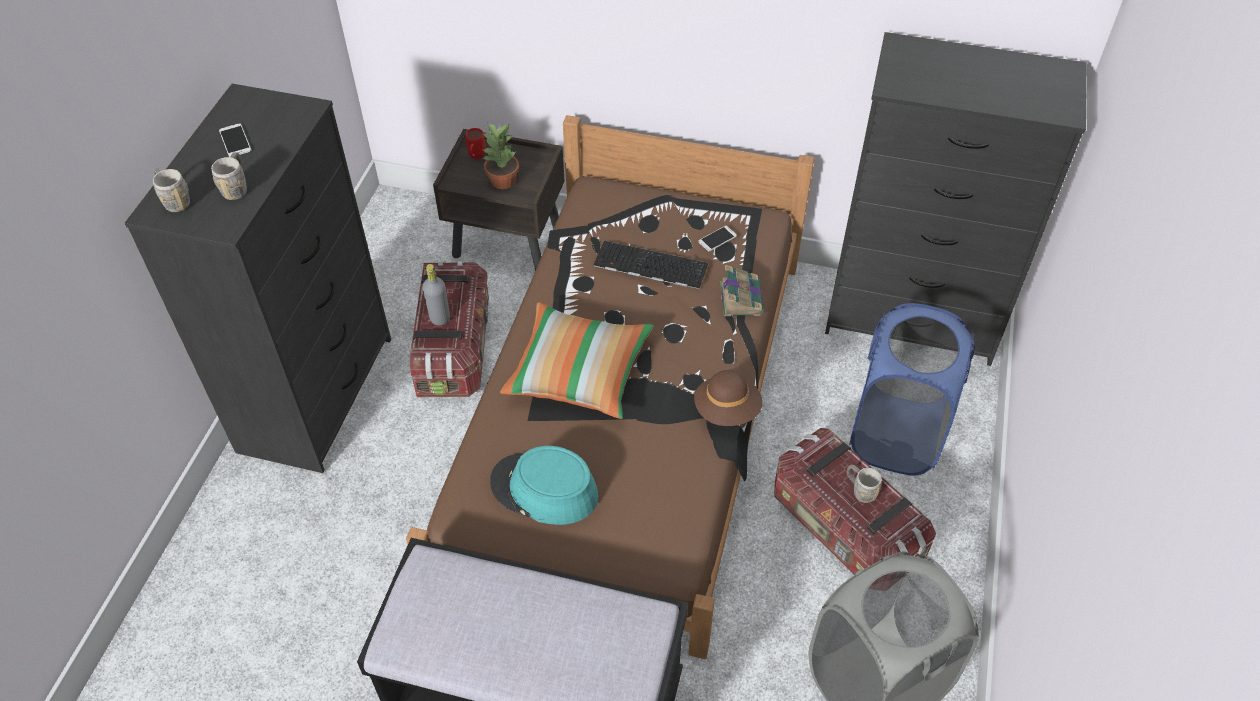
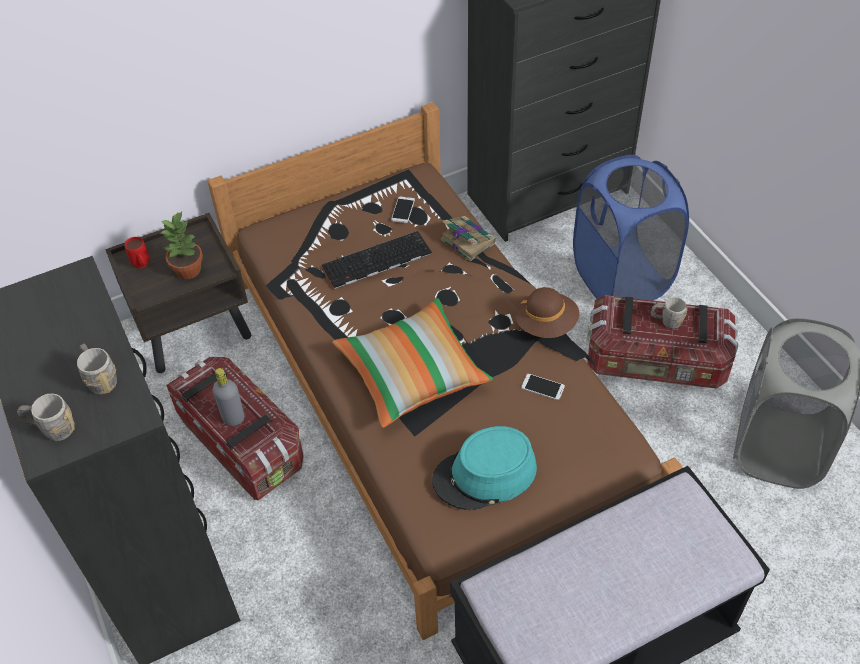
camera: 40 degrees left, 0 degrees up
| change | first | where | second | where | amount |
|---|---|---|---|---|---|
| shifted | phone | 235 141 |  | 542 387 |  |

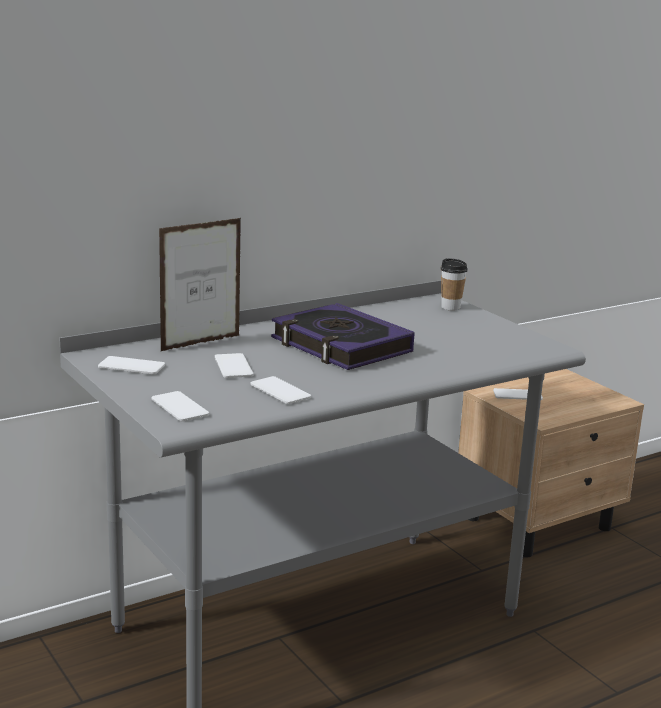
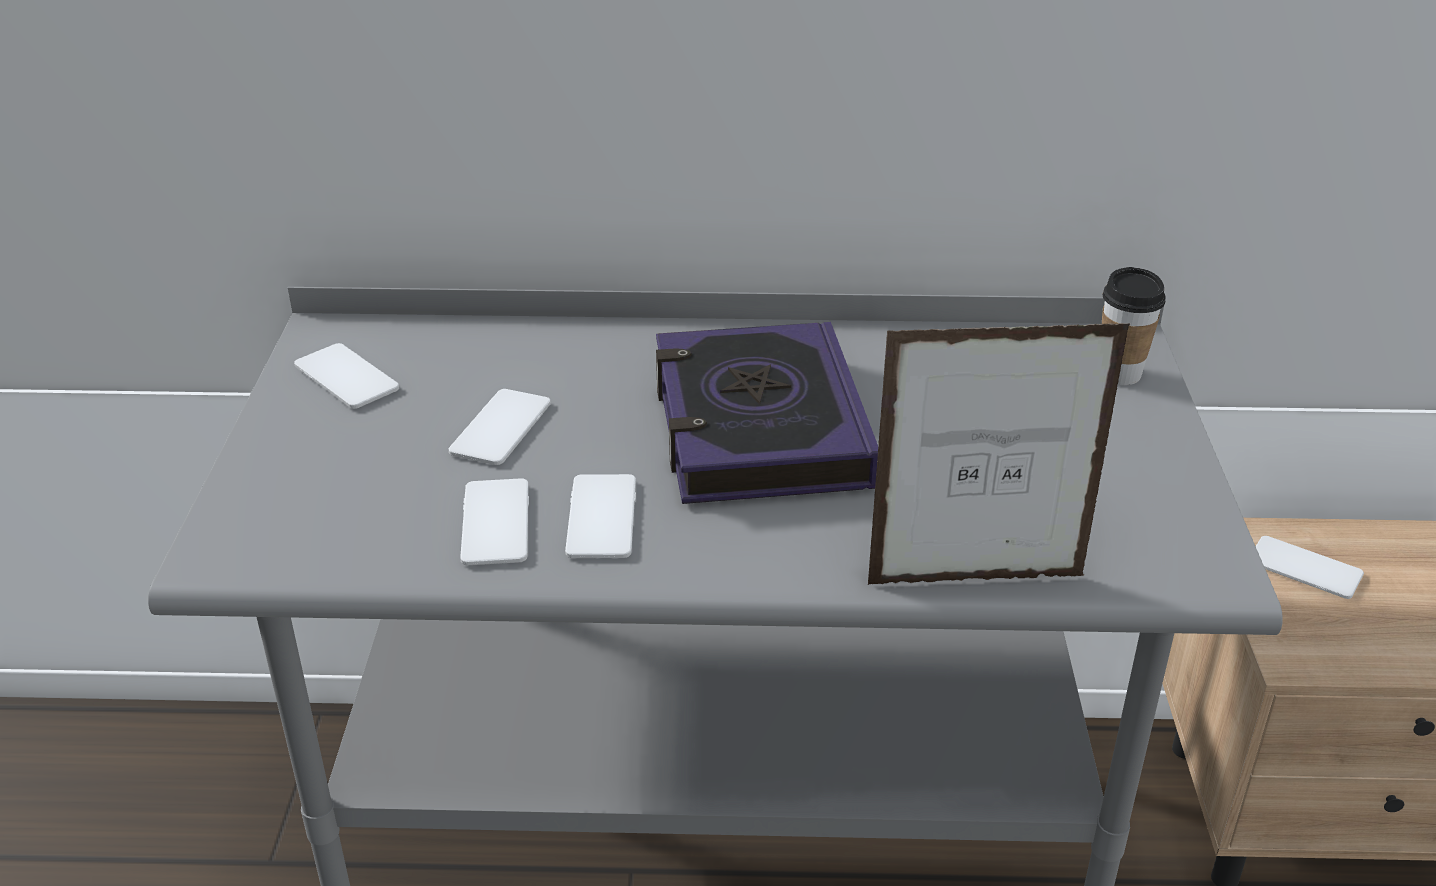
camera: 35 degrees right, 15 degrees up
| change | first | where | second | where | amount |
|---|---|---|---|---|---|
| shifted | phone | 179 407 |  | 601 518 |  |
| shifted | picture frame | 201 343 |  | 976 580 |  |

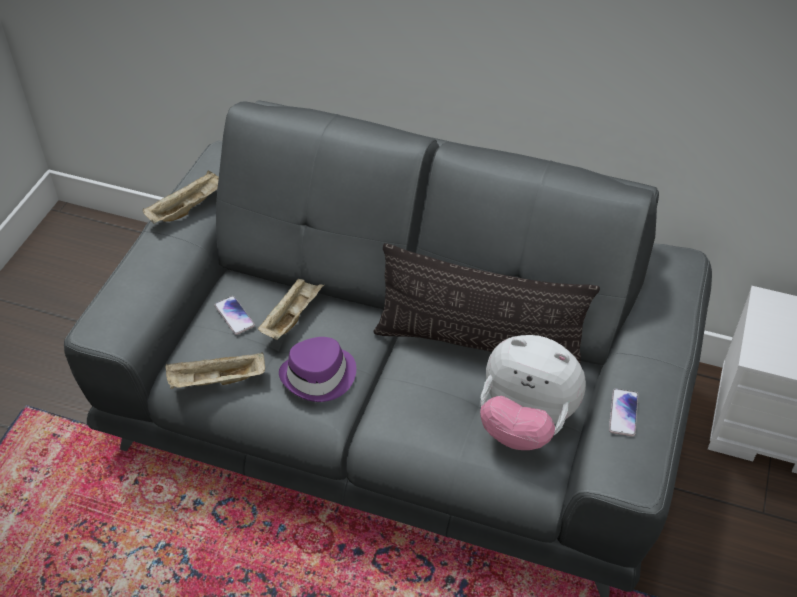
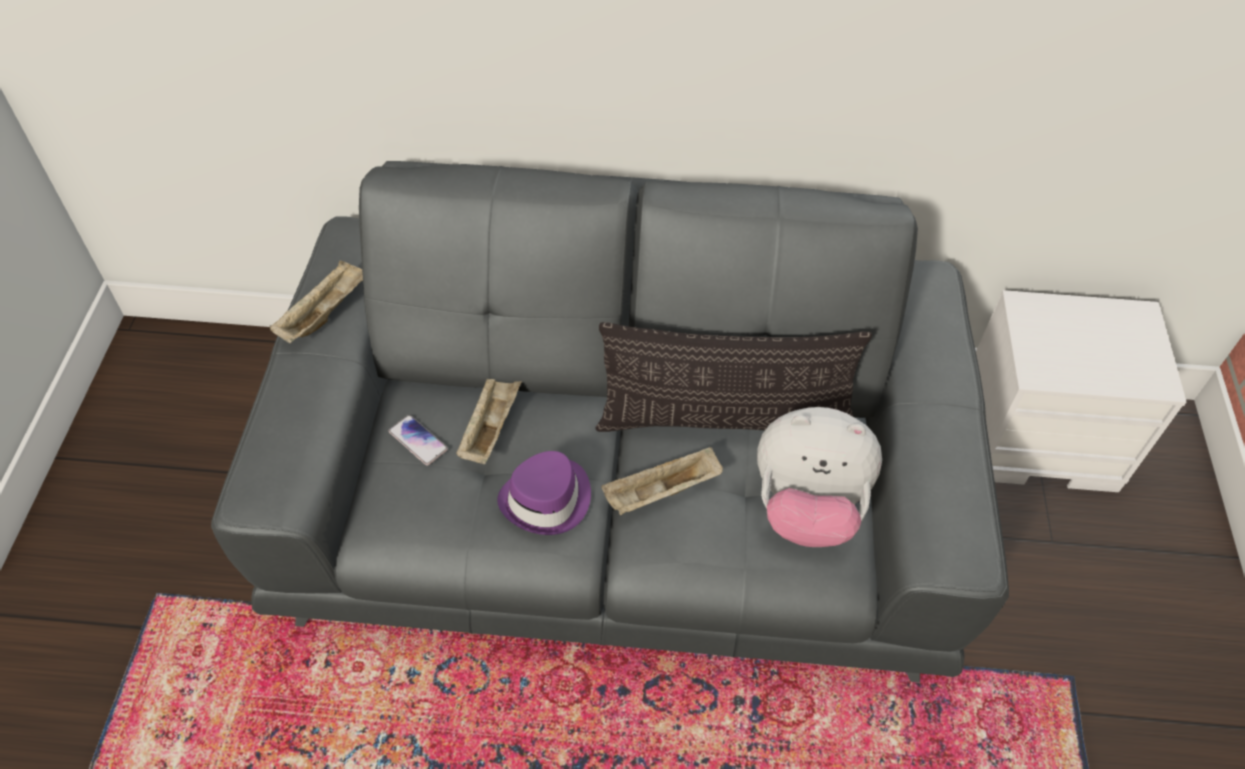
camera: 15 degrees left, 5 degrees up
| change | first | where | second | where | amount |
|---|---|---|---|---|---|
| shifted | beige tray | 216 381 |  | 661 493 |  |
| gone | phone | 623 413 |  |  |  |

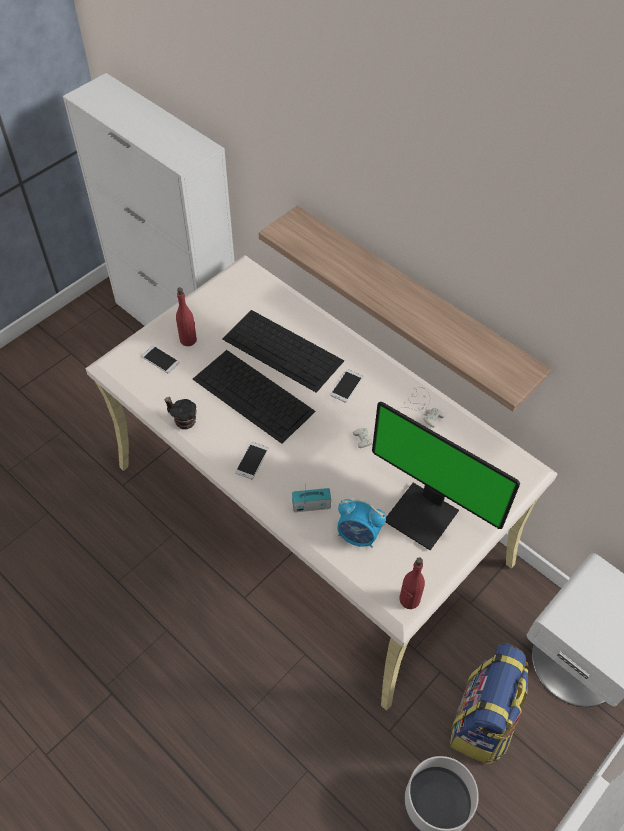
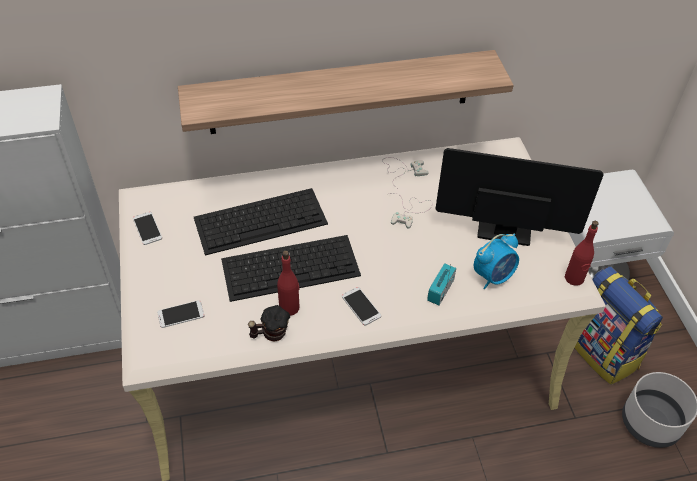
camera: 55 degrees left, 5 degrees down
| change | first | where | second | where | amount |
|---|---|---|---|---|---|
| shifted | red bottle | 188 340 |  | 289 307 |  |
| shifted | phone | 346 386 |  | 147 228 |  |
| rotated | monitor | 424 514 |  | 503 226 | 150 degrees counterclockwise |

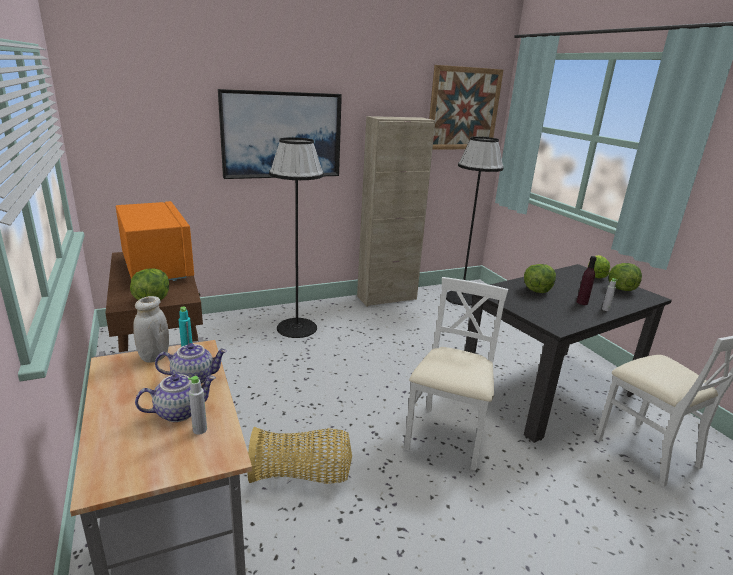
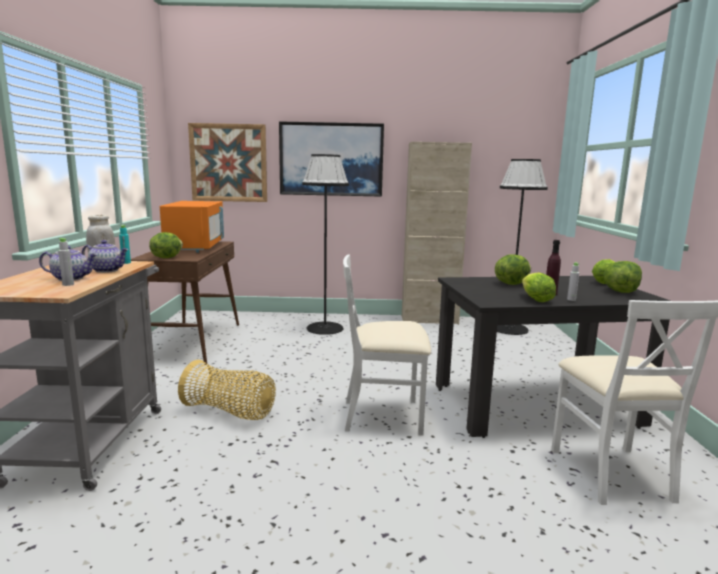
camera: 25 degrees right, 10 degrees down
| change | first | where | second | where | amount |
|---|---|---|---|---|---|
| rotated | white chair | 447 437 |  | 383 416 | 135 degrees counterclockwise |
| shifted | picture | 463 109 |  | 228 163 |  |
| new |  |  | lettuce | 535 299 |  |

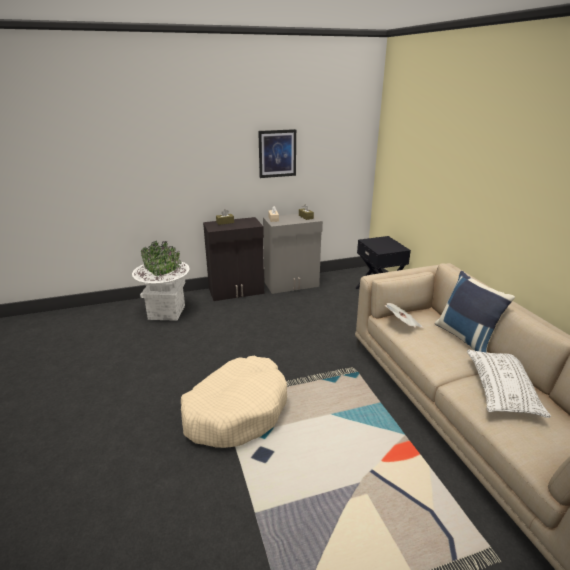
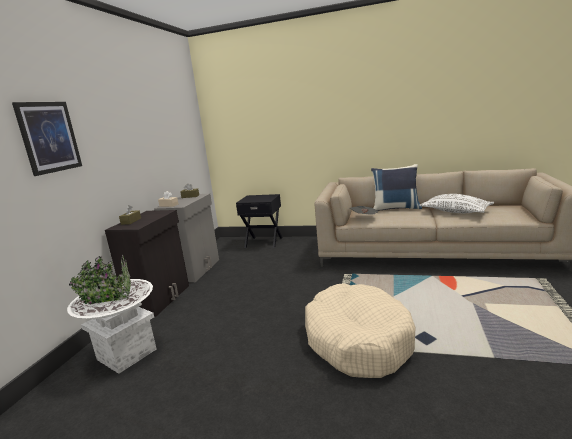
camera: 55 degrees left, 10 degrees down
| change | first | where | second | where | amount |
|---|---|---|---|---|---|
| shifted | picture | 277 153 |  | 49 137 |  |

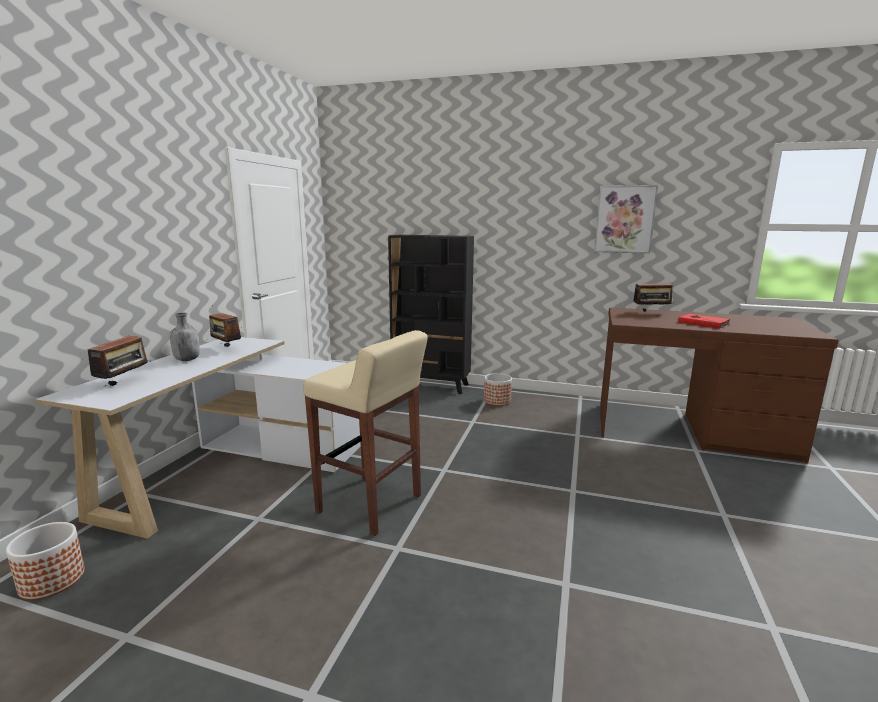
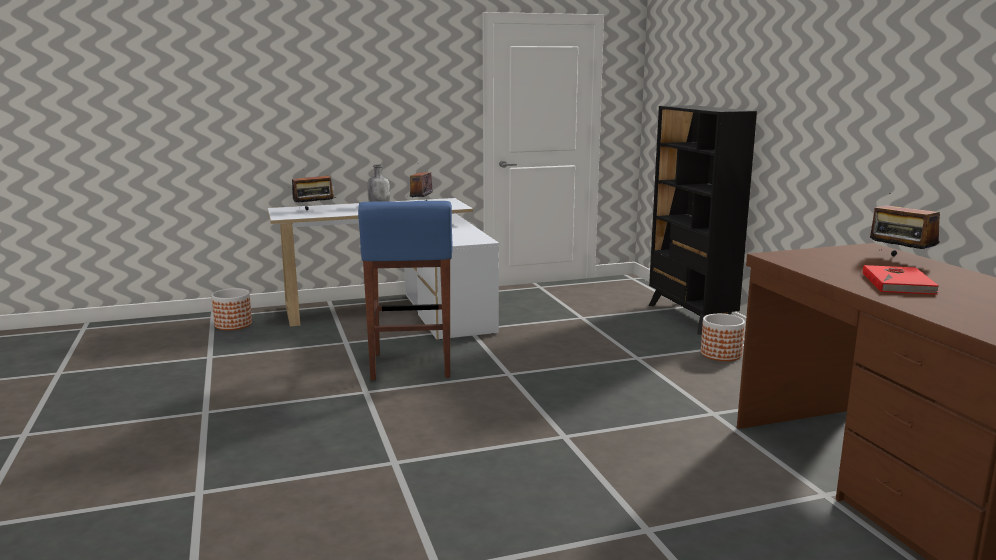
camera: 55 degrees right, 0 degrees up
| change | first | where | second | where | amount |
|---|---|---|---|---|---|
| repainted | beige stool | 371 505 | blue stool | 410 366 |  |
| gone | picture | 624 219 |  |  |  |

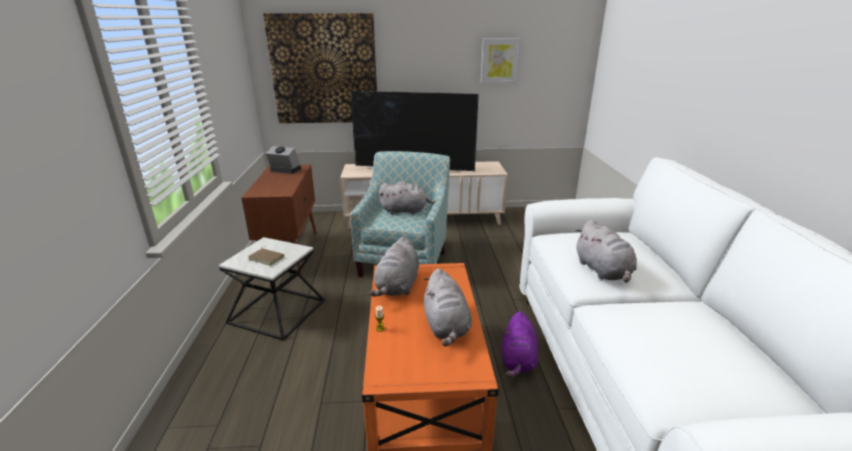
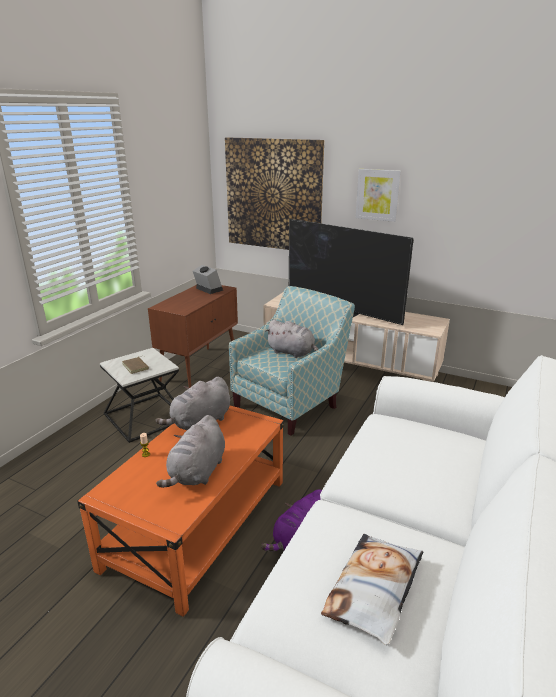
camera: 30 degrees right, 0 degrees up
| change | first | where | second | where | amount |
|---|---|---|---|---|---|
| shifted | picture | 500 60 |  | 378 195 |  |
| gone | grey plush toy | 603 271 |  |  |  |
| new |  |  | pillow | 375 590 |  |

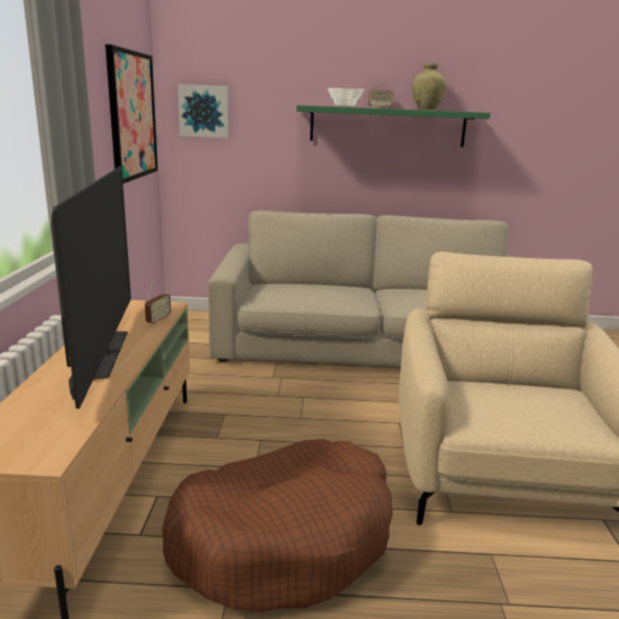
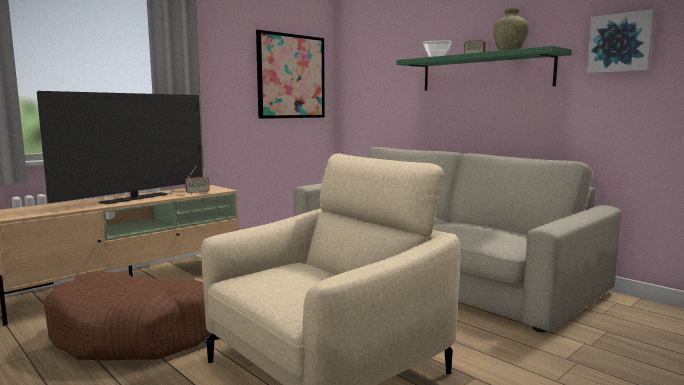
camera: 45 degrees right, 10 degrees down
| change | first | where | second | where | amount |
|---|---|---|---|---|---|
| shifted | picture | 204 111 |  | 620 43 |  |

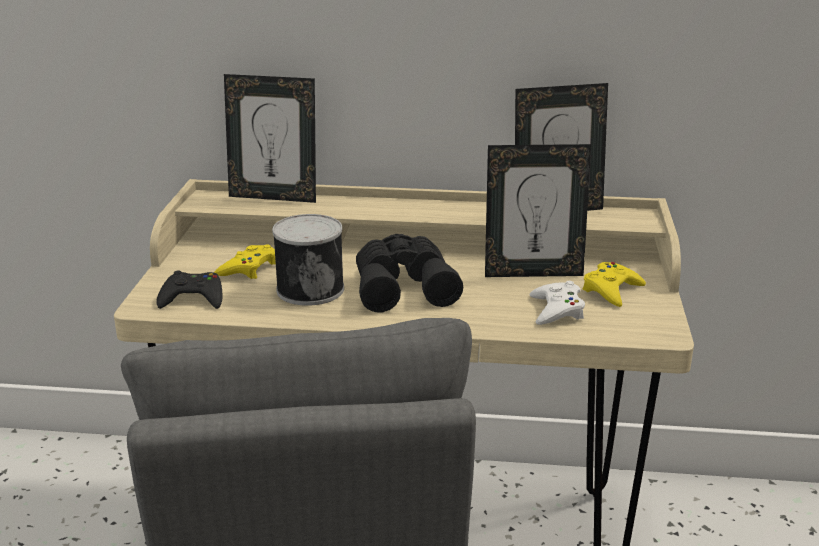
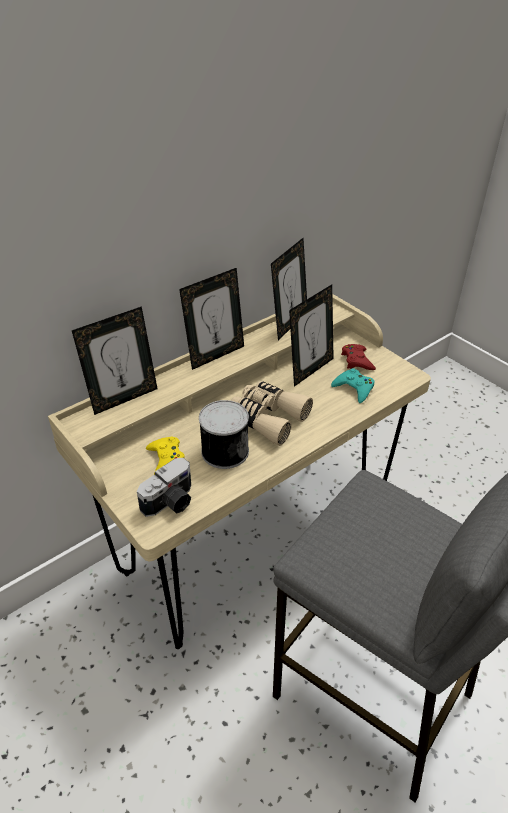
camera: 45 degrees left, 15 degrees up
| change | first | where | second | where | amount |
|---|---|---|---|---|---|
| swapped | black game controller | 193 298 | photo camera | 171 502 |  |
| repainted | black binoculars | 403 287 | beige binoculars | 267 418 |  |
| repainted | white game controller | 556 310 | turquoise game controller | 354 388 |  |
| repainted | yellow game controller | 611 290 | red game controller | 357 361 |  |
| new |  |  | picture frame | 215 355 |  |

